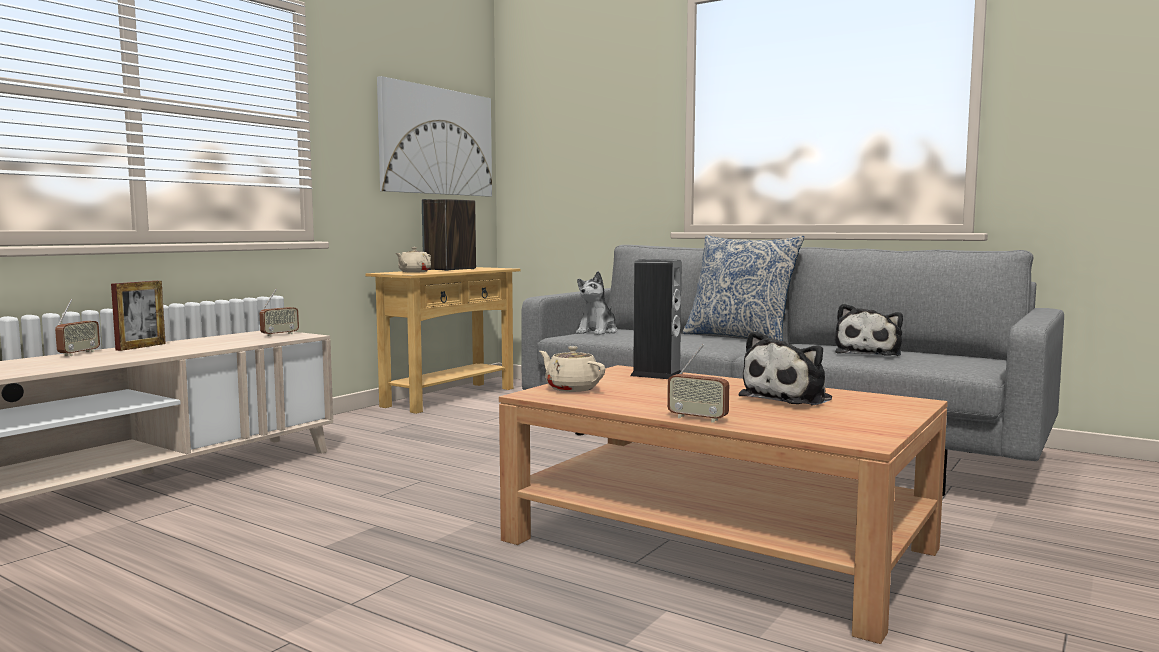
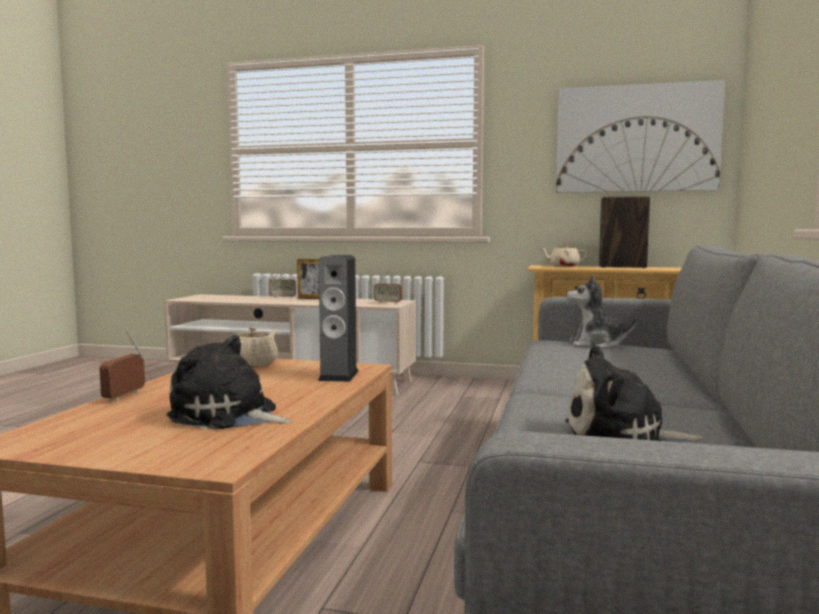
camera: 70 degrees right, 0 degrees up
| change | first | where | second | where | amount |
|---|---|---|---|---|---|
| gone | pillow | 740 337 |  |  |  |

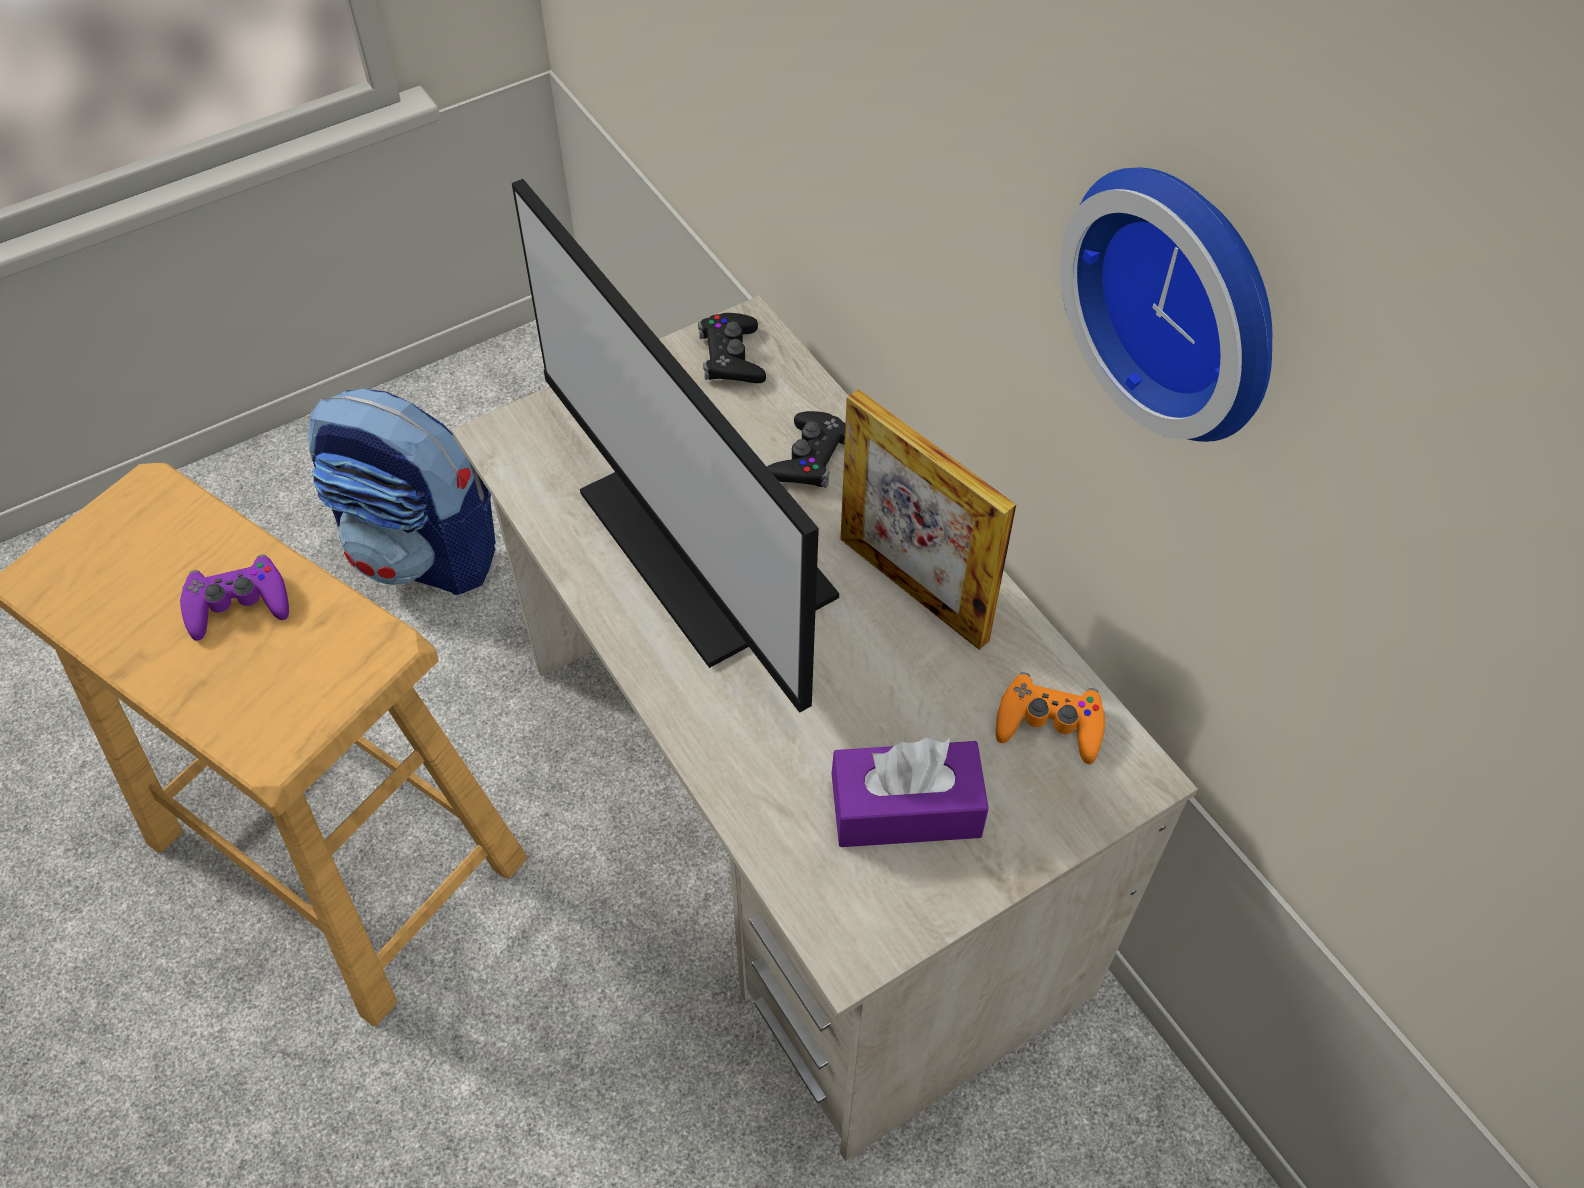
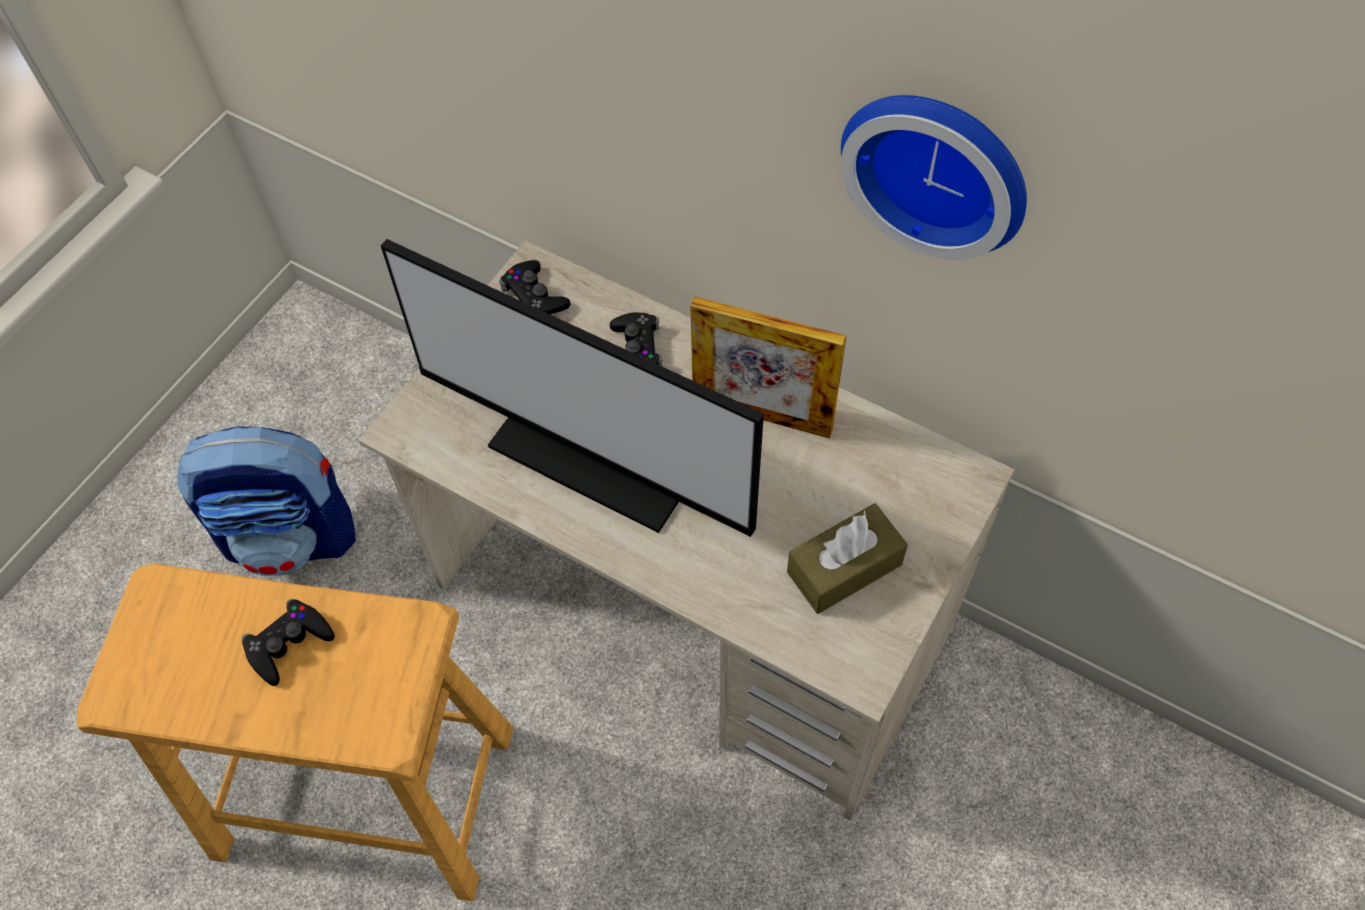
camera: 25 degrees left, 5 degrees up
| change | first | where | second | where | amount |
|---|---|---|---|---|---|
| repainted | purple game controller | 238 604 | black game controller | 289 644 |  |
| repainted | purple tissue box | 906 808 | brown tissue box | 844 568 |  |
| gone | orange game controller | 1049 724 |  |  |  |

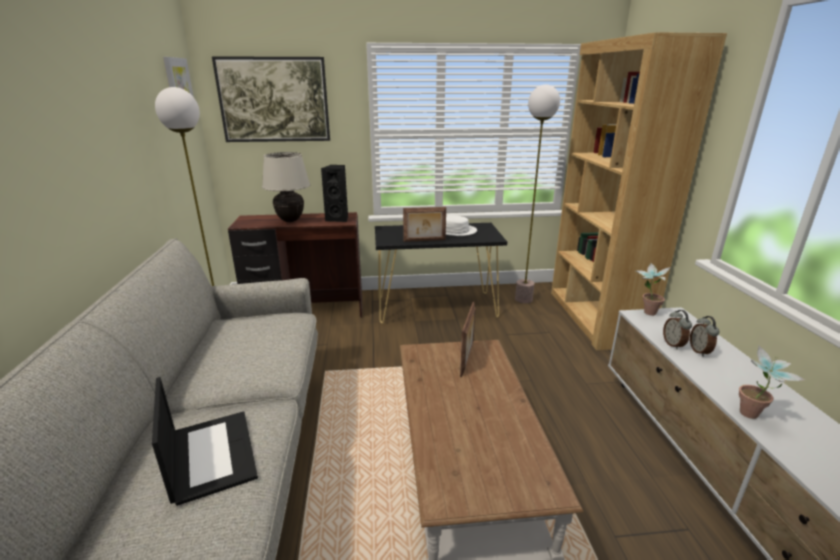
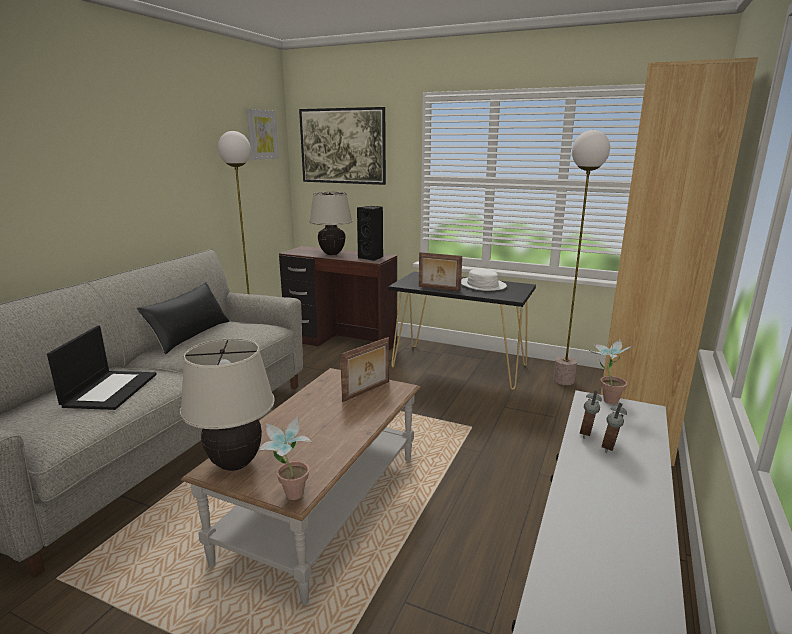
camera: 30 degrees right, 5 degrees down
| change | first | where | second | where | amount |
|---|---|---|---|---|---|
| shifted | potted plant | 753 417 |  | 290 498 |  |
| new |  |  | black pillow | 190 335 |  |
| new |  |  | beige table lamp | 235 464 |  |

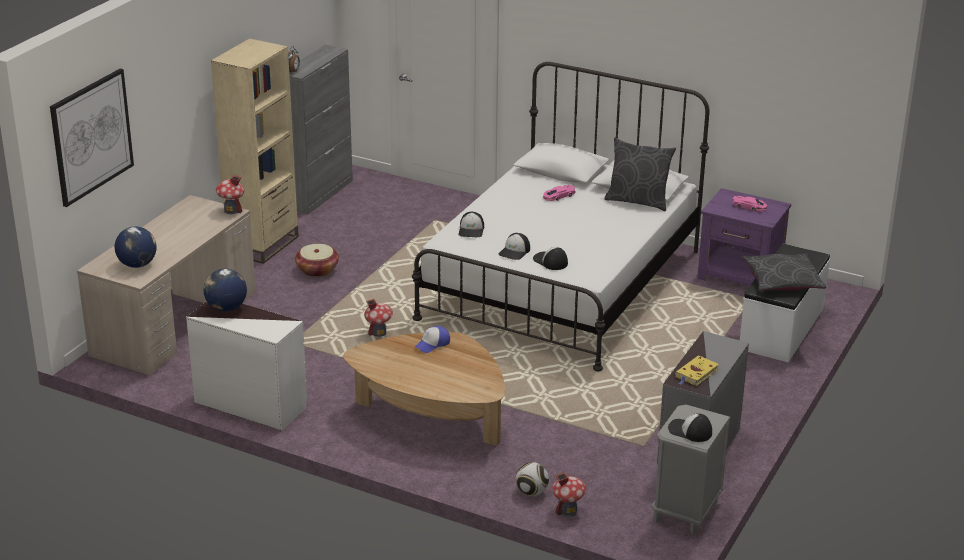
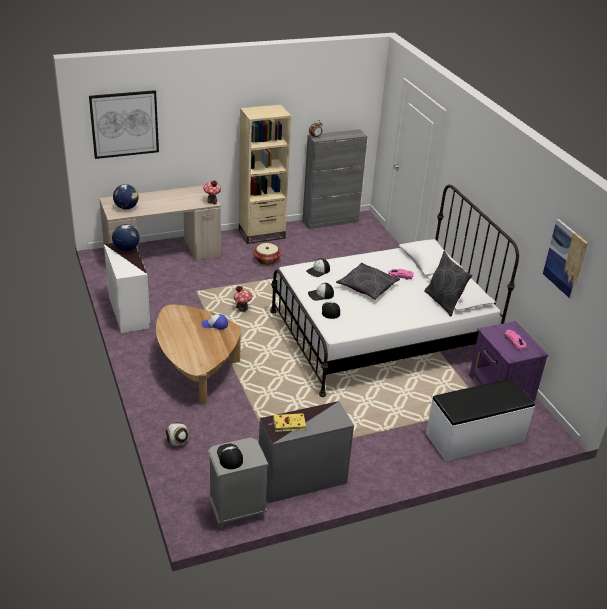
camera: 40 degrees right, 5 degrees up
| change | first | where | second | where | amount |
|---|---|---|---|---|---|
| gone | toy house | 568 511 |  |  |  |
| shifted | grey pillow | 782 281 |  | 367 286 |  |
| new |  |  | picture | 565 258 |  |

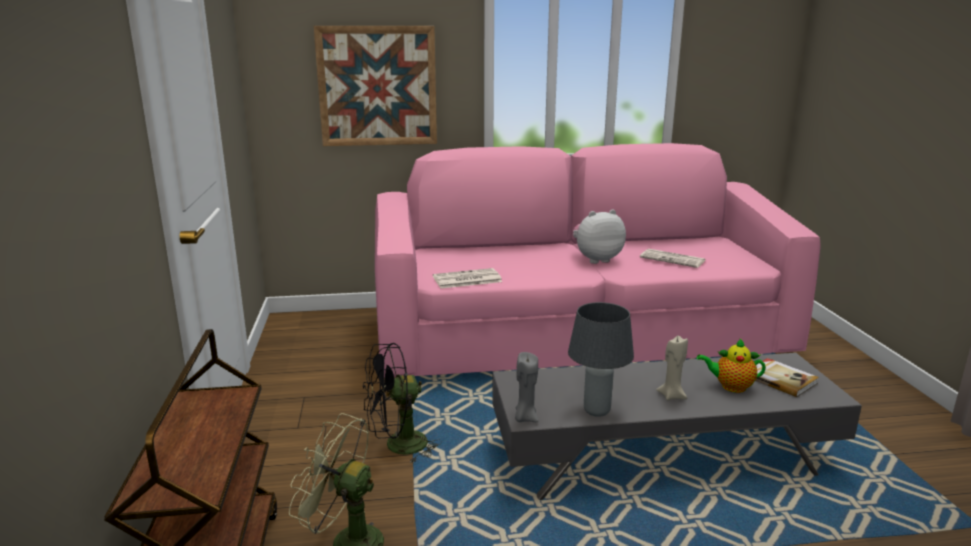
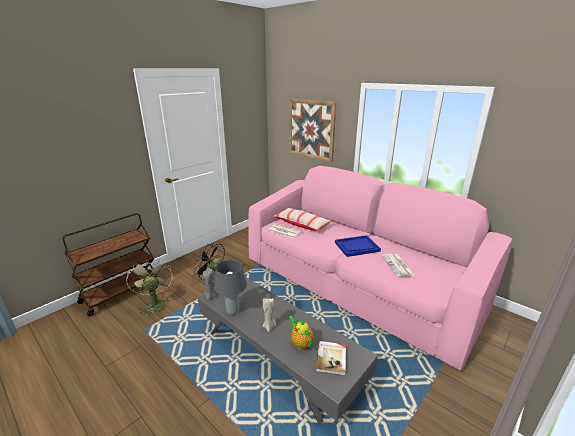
camera: 50 degrees right, 5 degrees up
| change | first | where | second | where | amount |
|---|---|---|---|---|---|
| swapped | plush toy | 596 259 | blue tray | 356 247 |  |
| new |  |  | pillow | 301 224 |  |

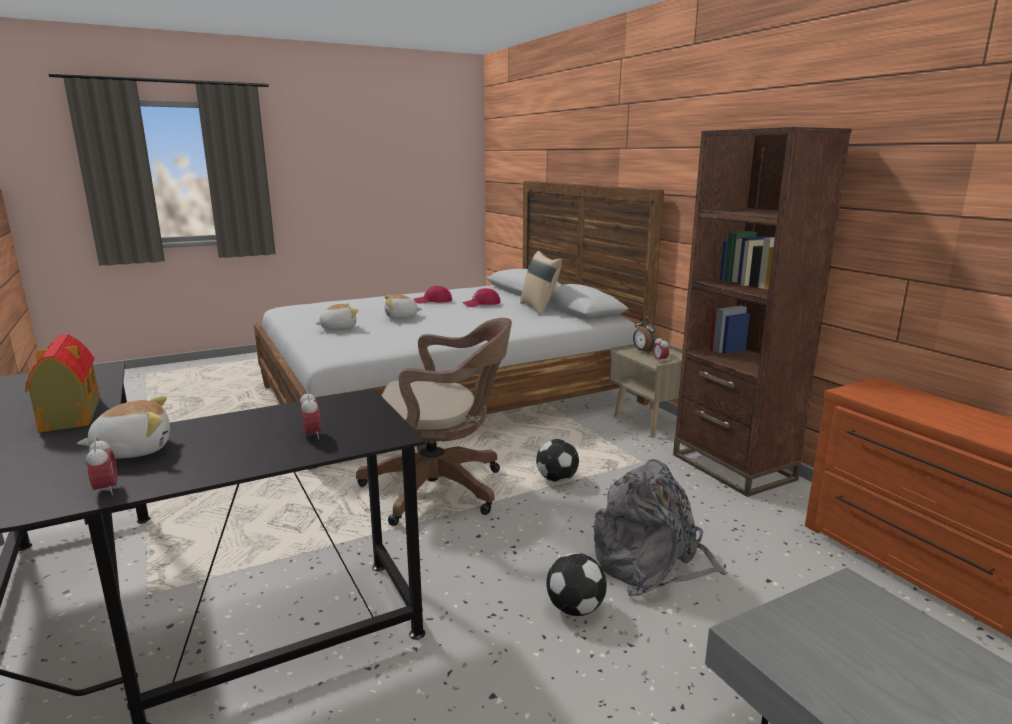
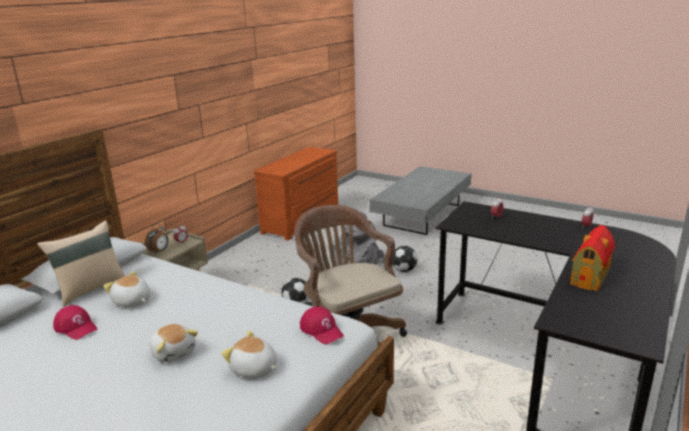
camera: 120 degrees left, 5 degrees up
| change | first | where | second | where | amount |
|---|---|---|---|---|---|
| shifted | plush toy | 133 450 |  | 132 301 |  |
| shifted | red cap | 433 301 |  | 321 330 |  |
| gone | brown bookcase | 732 467 |  |  |  |

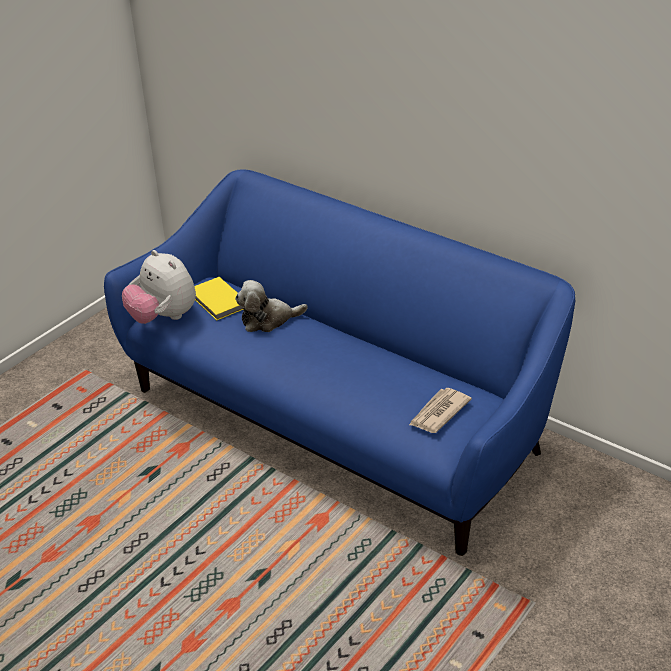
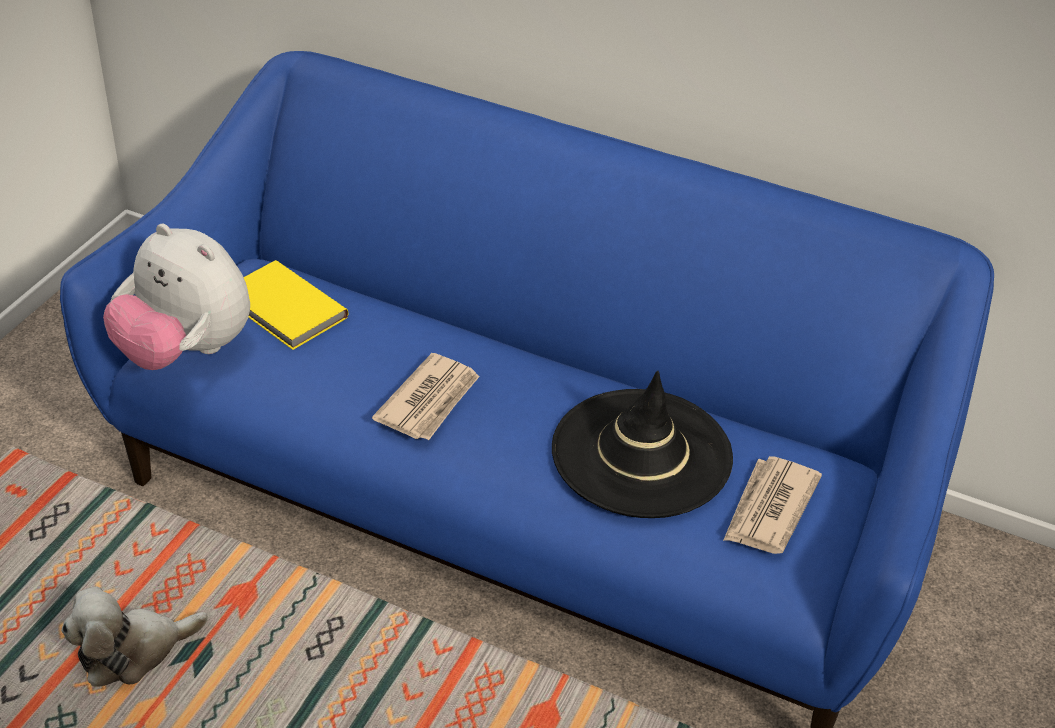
camera: 15 degrees left, 5 degrees up
| change | first | where | second | where | amount |
|---|---|---|---|---|---|
| shifted | plush toy | 268 320 |  | 132 652 |  |
| new |  |  | newspaper | 430 401 |  |
| new |  |  | black hat | 641 453 |  |

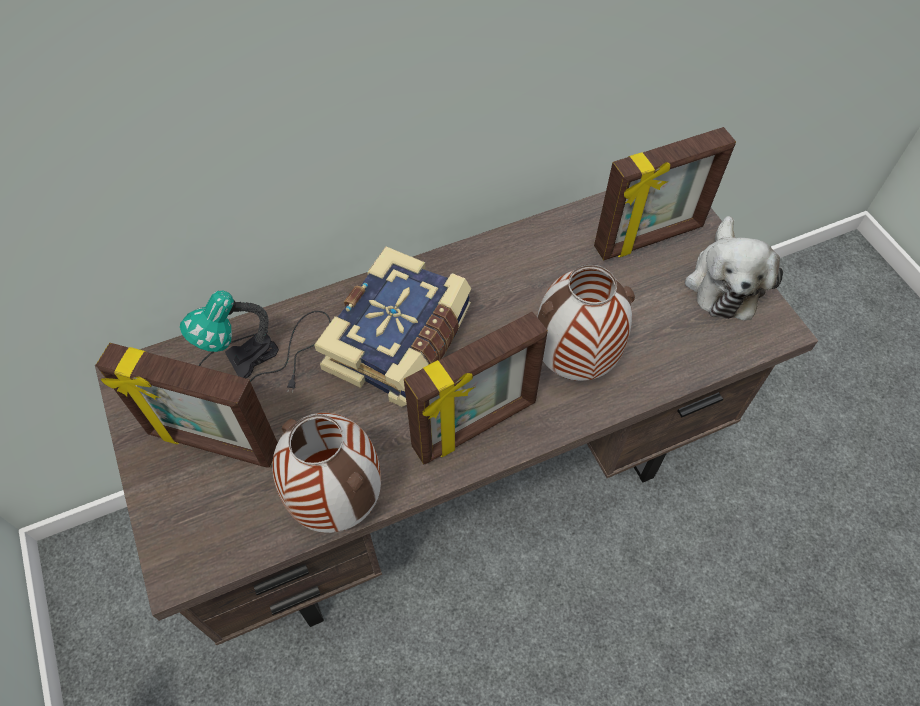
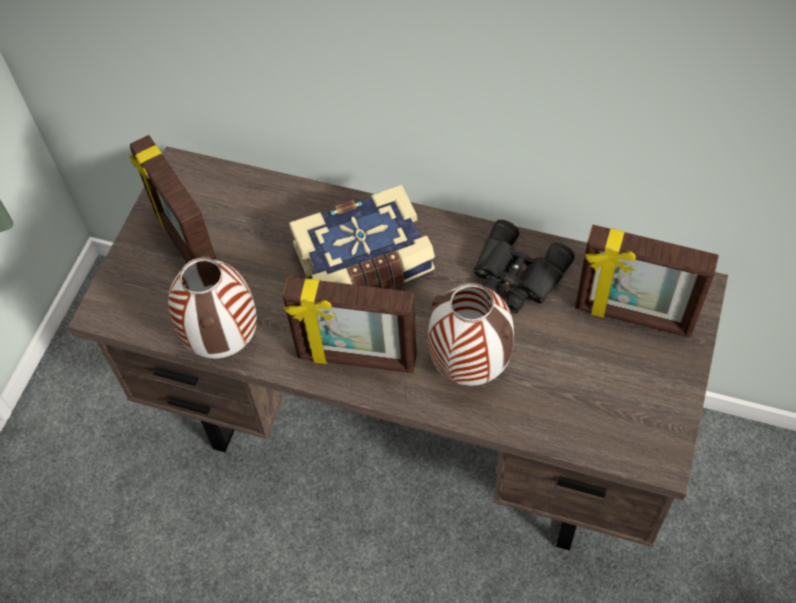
camera: 45 degrees right, 0 degrees up
| change | first | where | second | where | amount |
|---|---|---|---|---|---|
| gone | table lamp | 262 359 |  |  |  |
| gone | plush toy | 724 281 |  |  |  |
| new |  |  | black binoculars | 516 277 |  |

